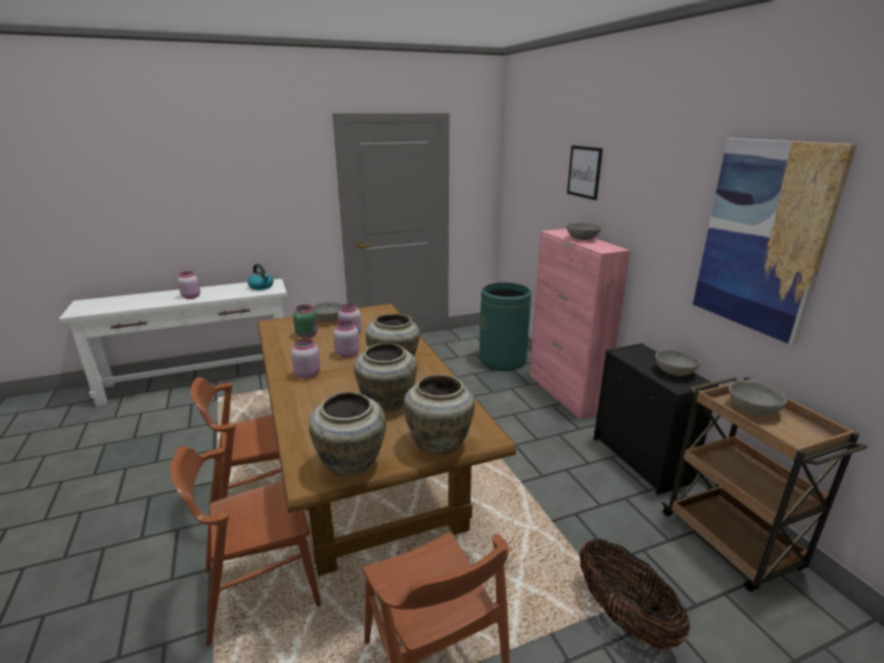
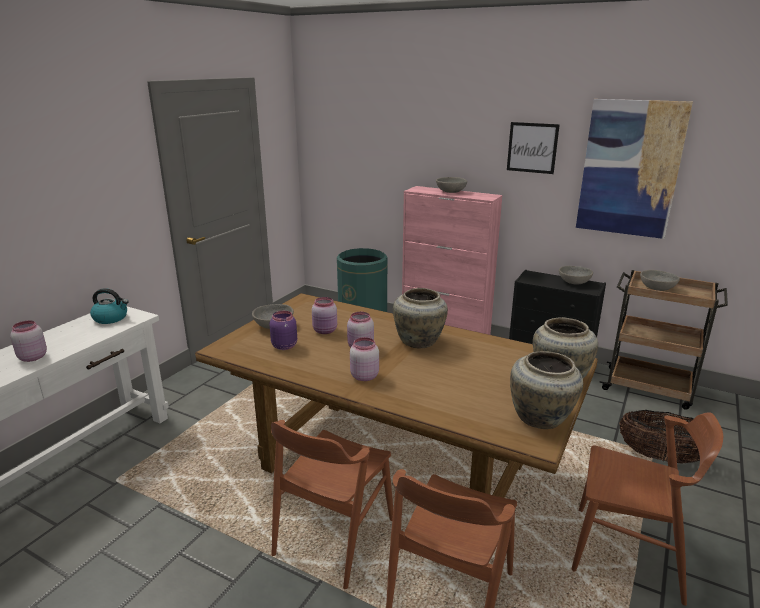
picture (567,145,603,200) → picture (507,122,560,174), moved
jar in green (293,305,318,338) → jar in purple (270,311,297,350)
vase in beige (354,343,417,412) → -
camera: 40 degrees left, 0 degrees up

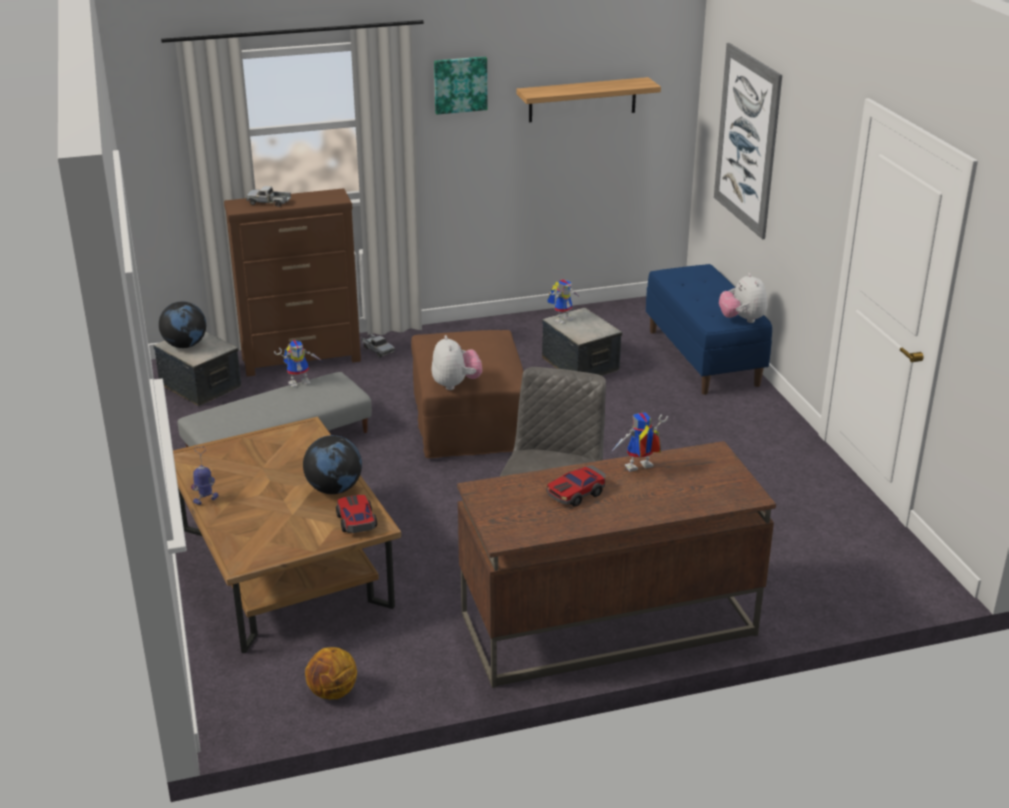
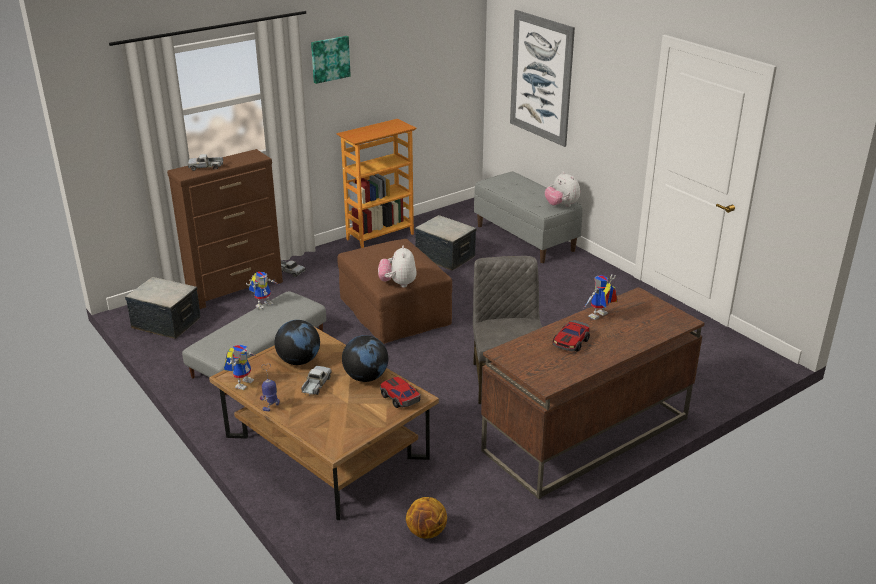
shelf (516,77,661,122) → -
bench in blue (646,264,772,395) → bench in grey (474,171,583,263)
toy robot (548,279,579,325) → toy robot (224,344,256,390), moved
globe (159,301,206,348) → globe (274,320,320,365), moved
plush toy (432,335,482,390) → plush toy (378,246,417,287), 150 degrees counterclockwise
- → bookcase (336,119,416,248)
- → toy truck (301,366,332,396)
camera: 20 degrees left, 0 degrees up

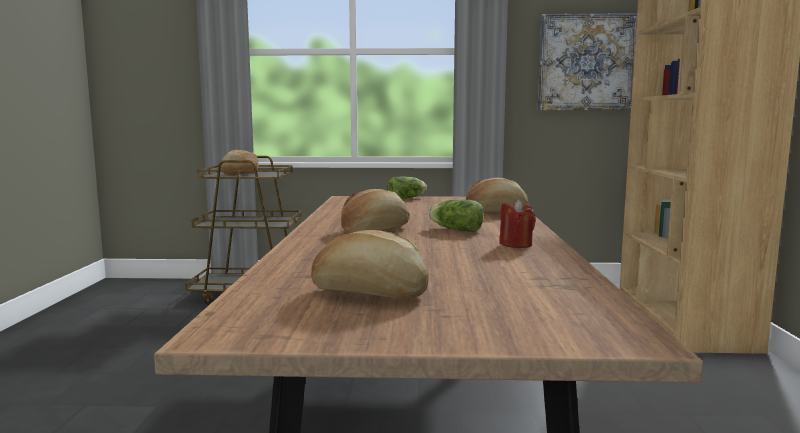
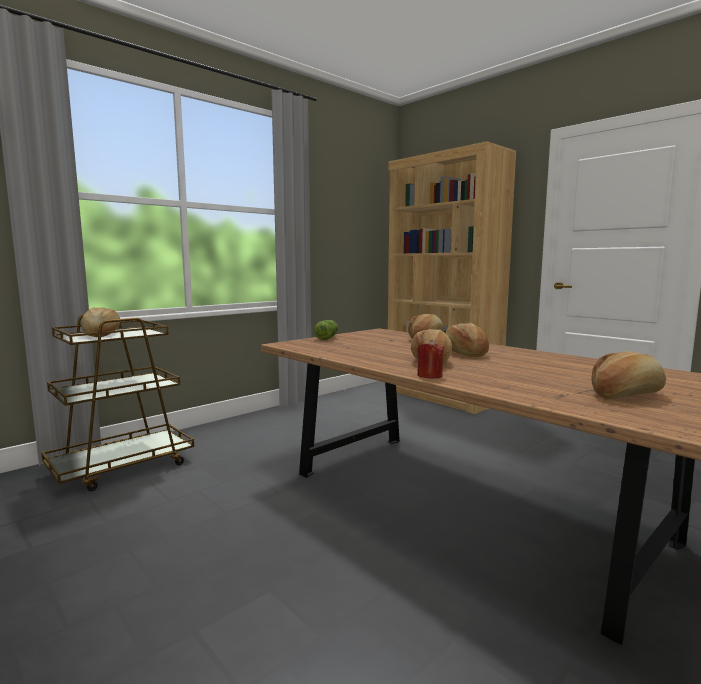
picture (538,13,637,110) → -
candle in red (499,199,536,248) → candle in red (417,339,444,379), moved
lettuce (429,200,484,232) → bread (446,323,489,357)
camera: 45 degrees left, 0 degrees up

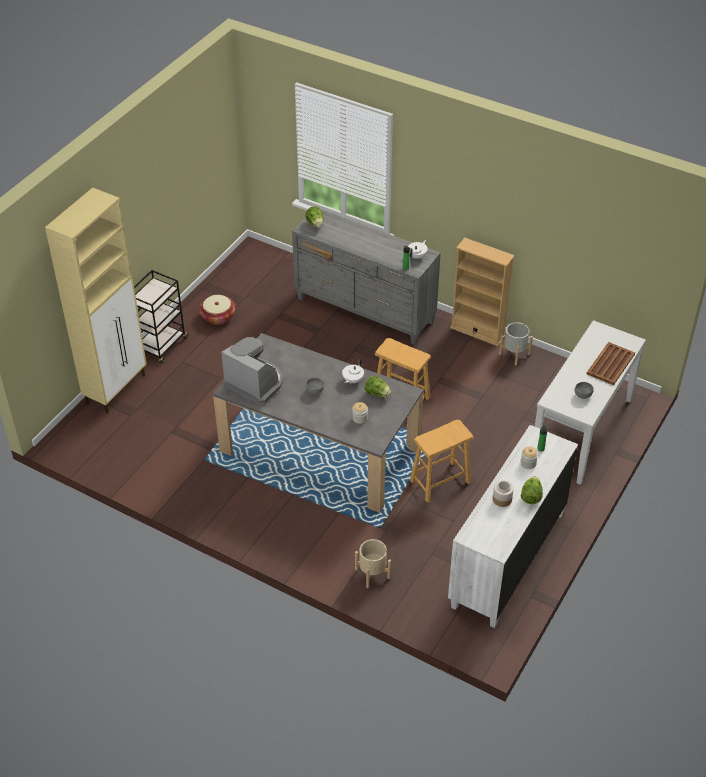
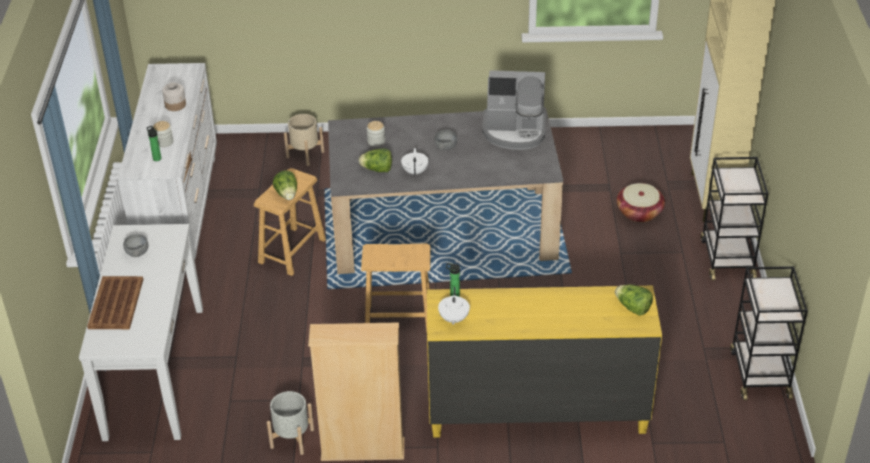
dresser in grey (292,209,440,345) → dresser in yellow (427,286,662,437)
basket (199,295,235,325) → basket (617,183,665,222), moved
lettuce (521,476,543,504) → lettuce (273,171,297,200), moved
- → cart in black (730,266,808,400)
camera: 150 degrees right, 5 degrees down

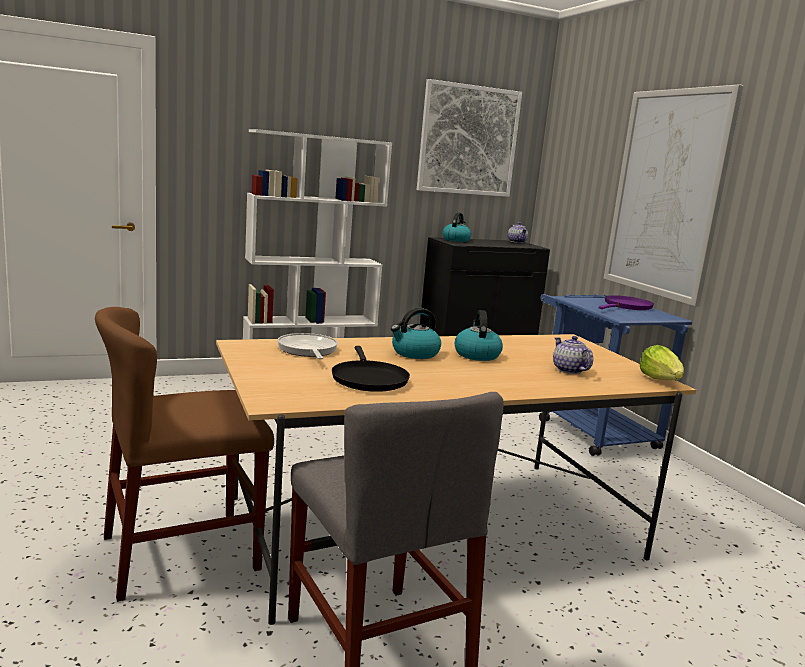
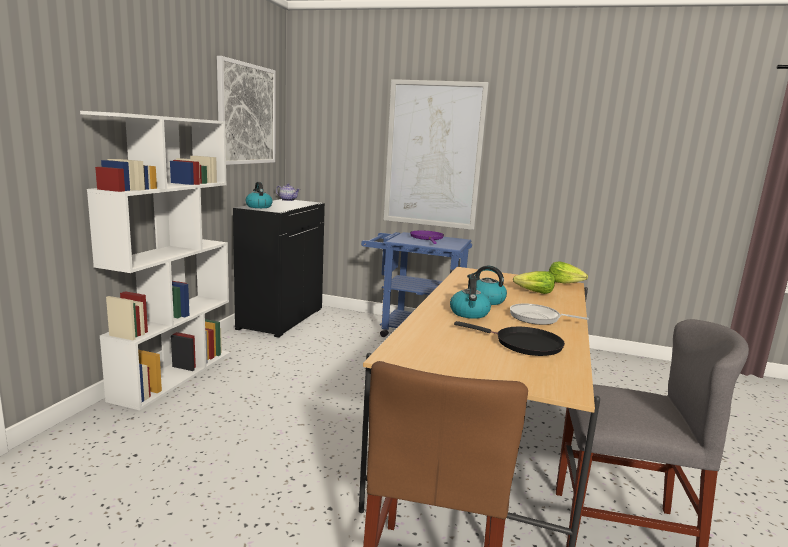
frying pan (277,333,338,359) → frying pan (510,303,589,325), moved
teapot (553,336,593,374) → lettuce (513,271,555,294)
camera: 50 degrees left, 0 degrees up

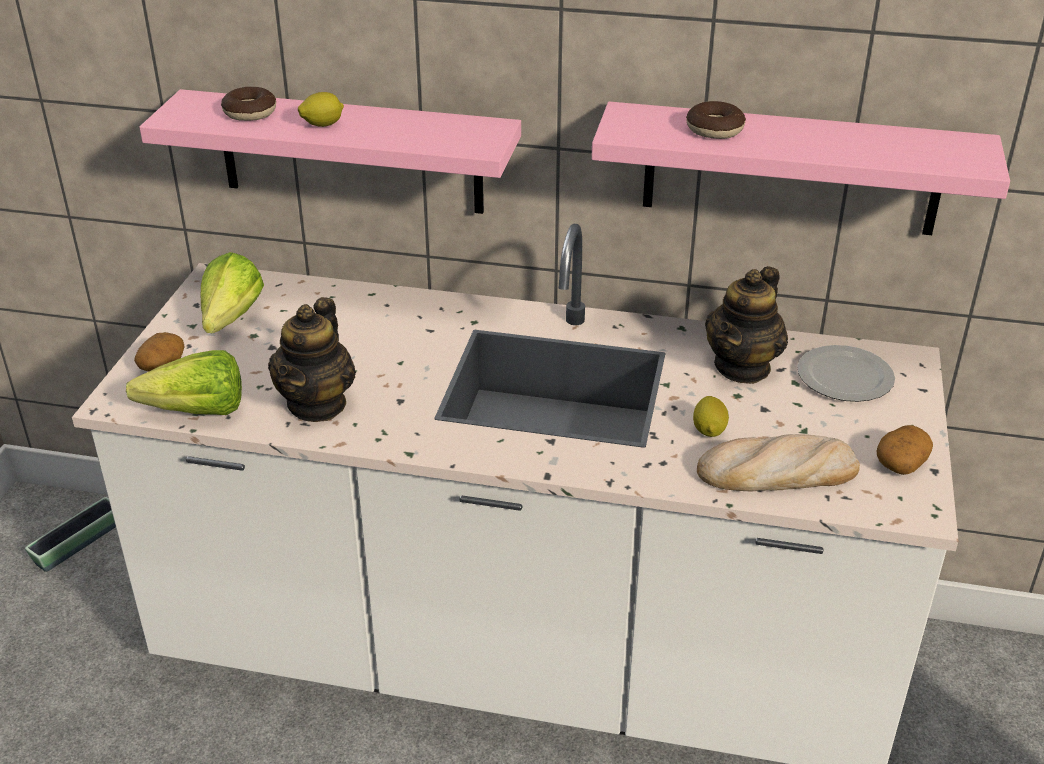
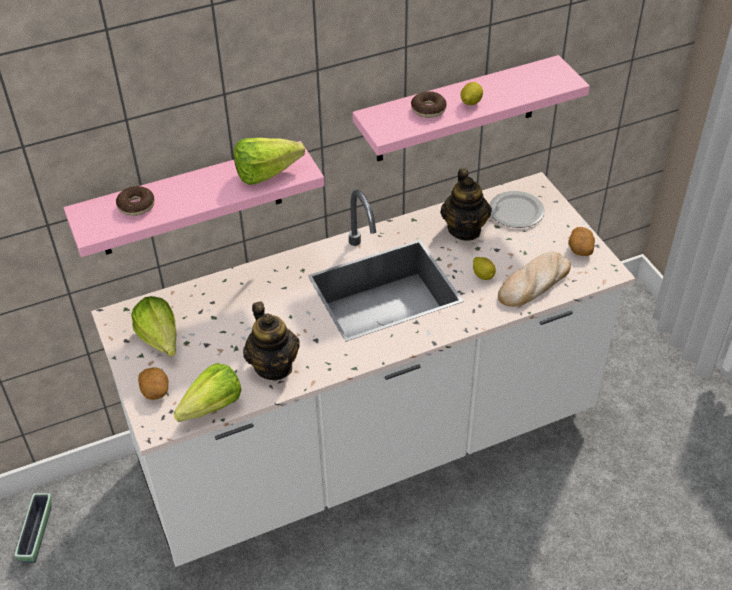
lemon (298,92,344,127) → lemon (461,82,483,105), moved
- → lettuce (234,138,305,185)
camera: 35 degrees left, 10 degrees up

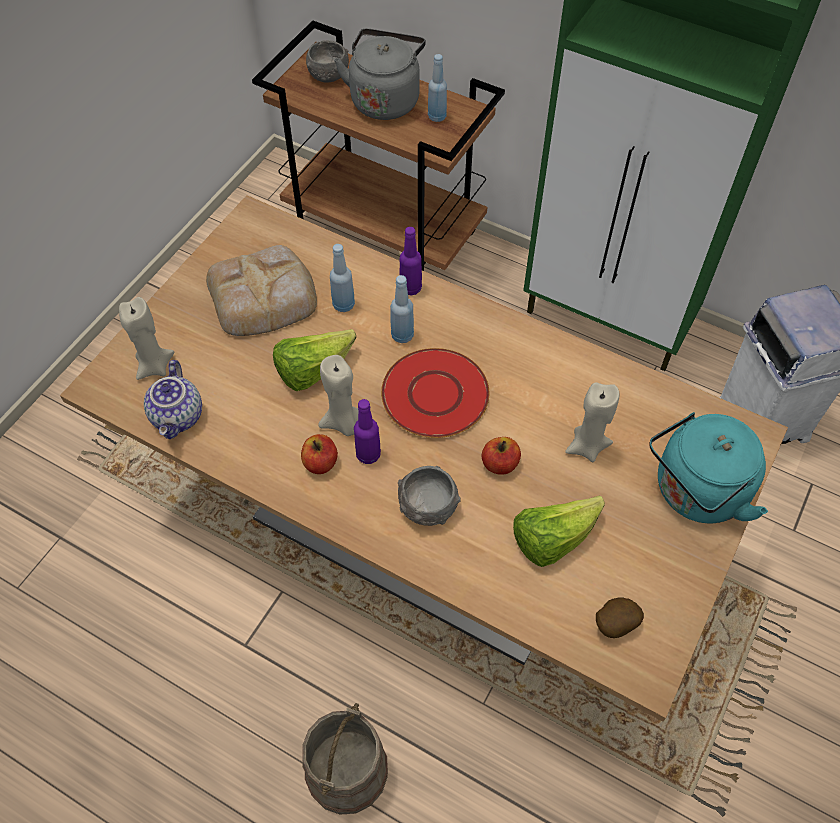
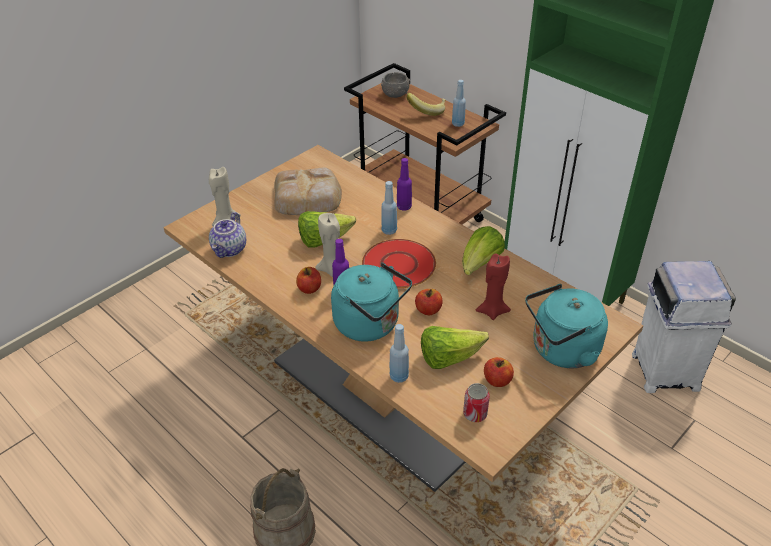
kettle in grey (334,29,426,120) → banana (407,93,446,116)
bottle in blue (330,244,355,312) → bottle in blue (390,324,409,383), moved
candle in beige (565,382,620,462) → candle in red (475,253,511,320)
bowl in grey (398,466,461,526) → kettle in turquoise (331,263,412,342)
potato (596,597,644,638) → can (463,383,490,422)
- → lettuce (462,226,505,275)
- → apple (484,357,514,387)
camera: 15 degrees right, 15 degrees down

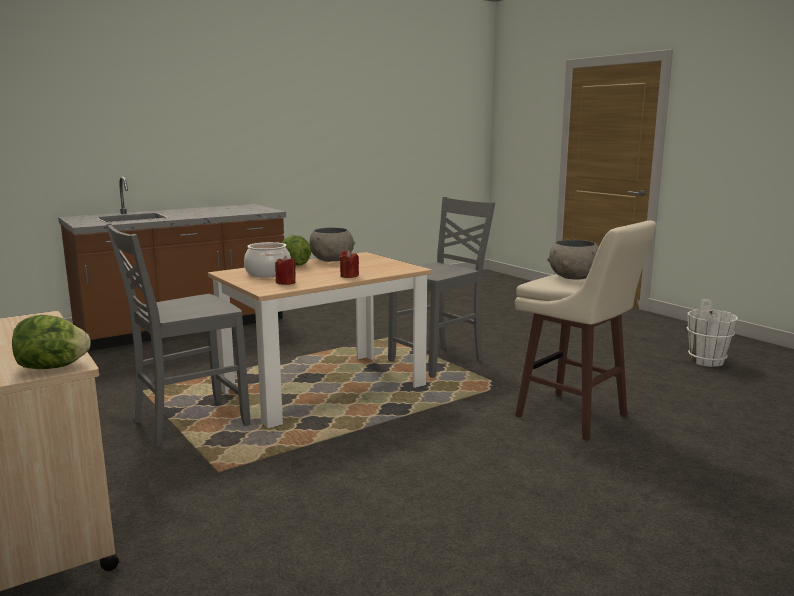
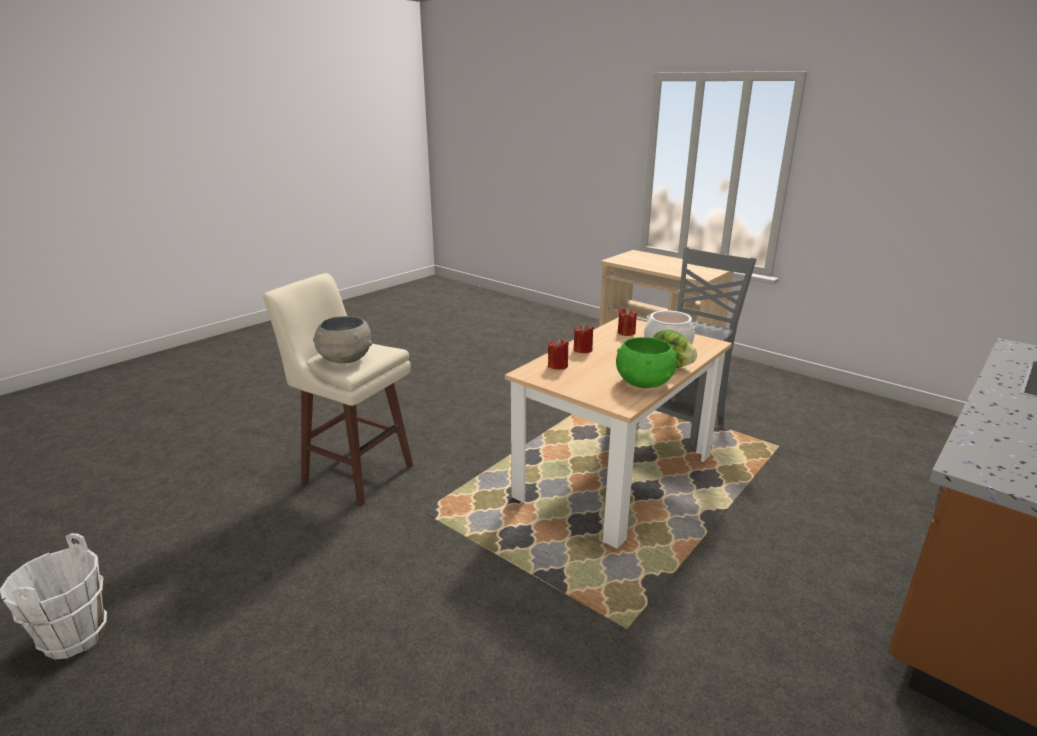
chair in grey (388,197,495,378) → -
bowl in grey (309,228,355,262) → bowl in green (616,337,677,388)
lettuce (12,315,91,369) → -
- → candle in red (548,338,569,370)
camera: 165 degrees right, 10 degrees up

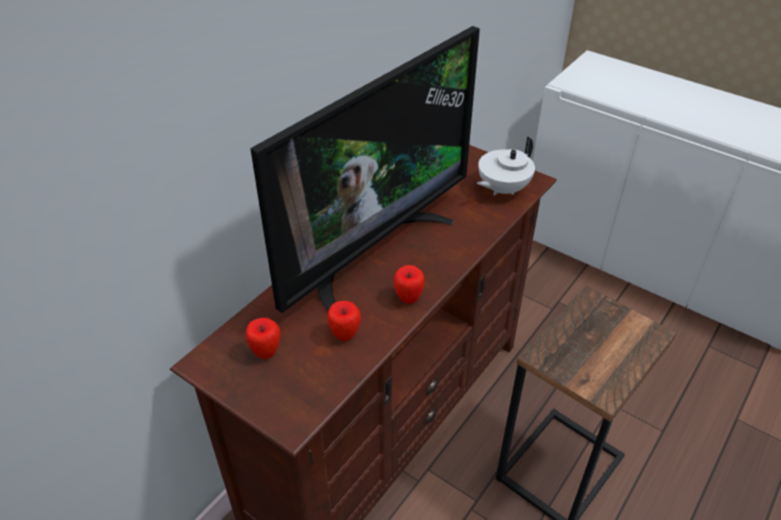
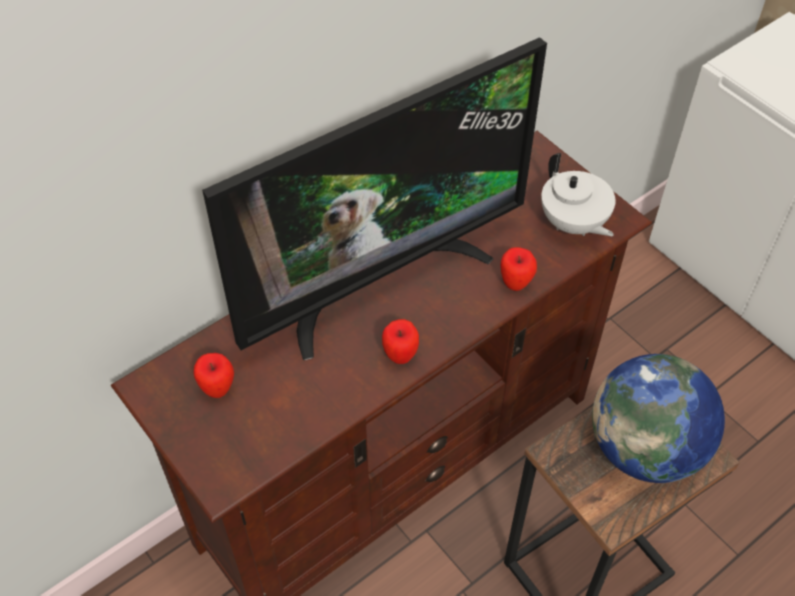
teapot in white (477,137,535,196) → teapot in white (541,153,616,236), 90 degrees counterclockwise
apple (327,301,361,341) → apple (501,247,537,291), moved
- → globe (592,354,725,483)
camera: 15 degrees right, 10 degrees up

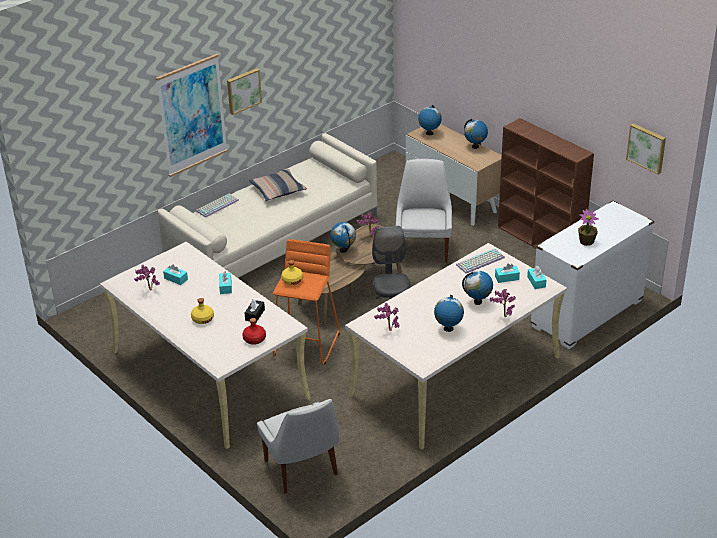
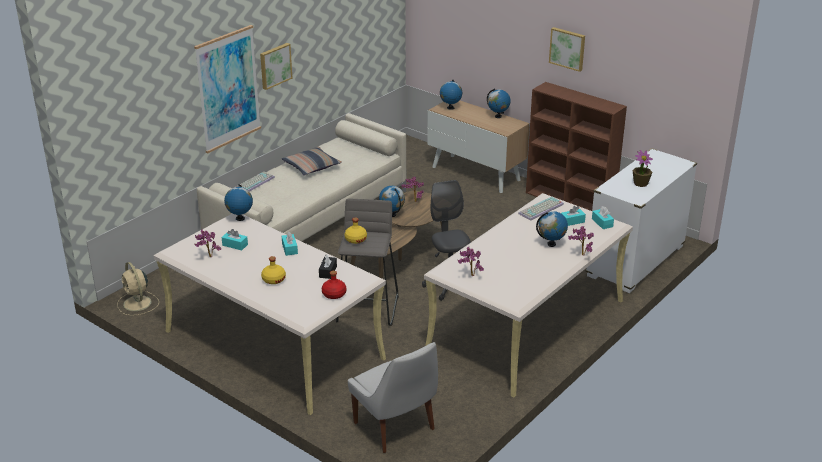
picture (626,123,666,175) → picture (549,27,585,72), moved
chair in white (396,159,452,263) → -
stool in orange (273,239,340,364) → stool in grey (336,199,399,326)
globe (434,295,464,332) → globe (224,184,253,221), moved
- → fan in beige (117,262,159,316)
camera: 10 degrees left, 5 degrees down

